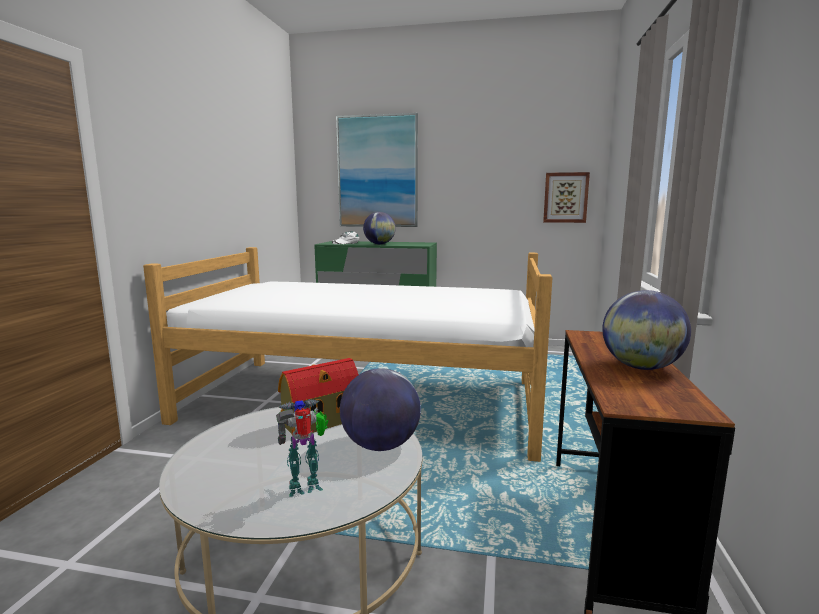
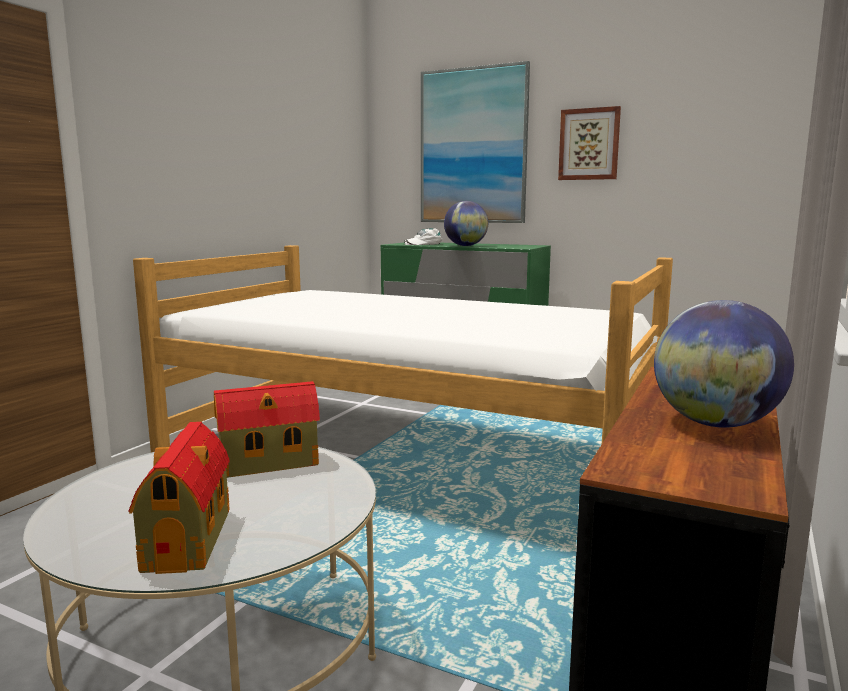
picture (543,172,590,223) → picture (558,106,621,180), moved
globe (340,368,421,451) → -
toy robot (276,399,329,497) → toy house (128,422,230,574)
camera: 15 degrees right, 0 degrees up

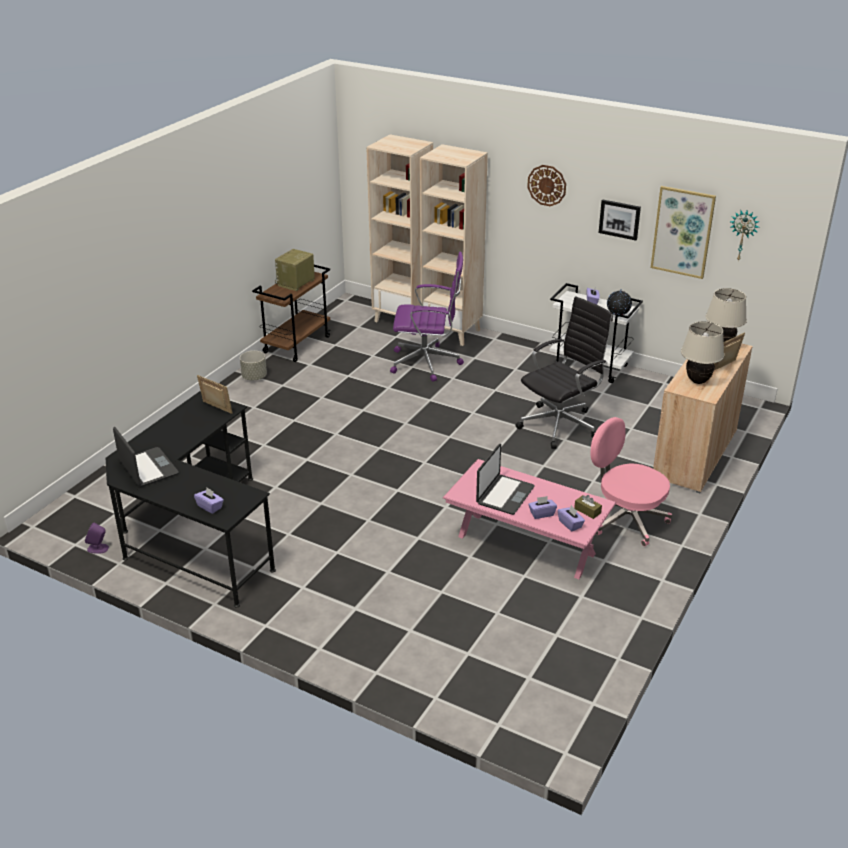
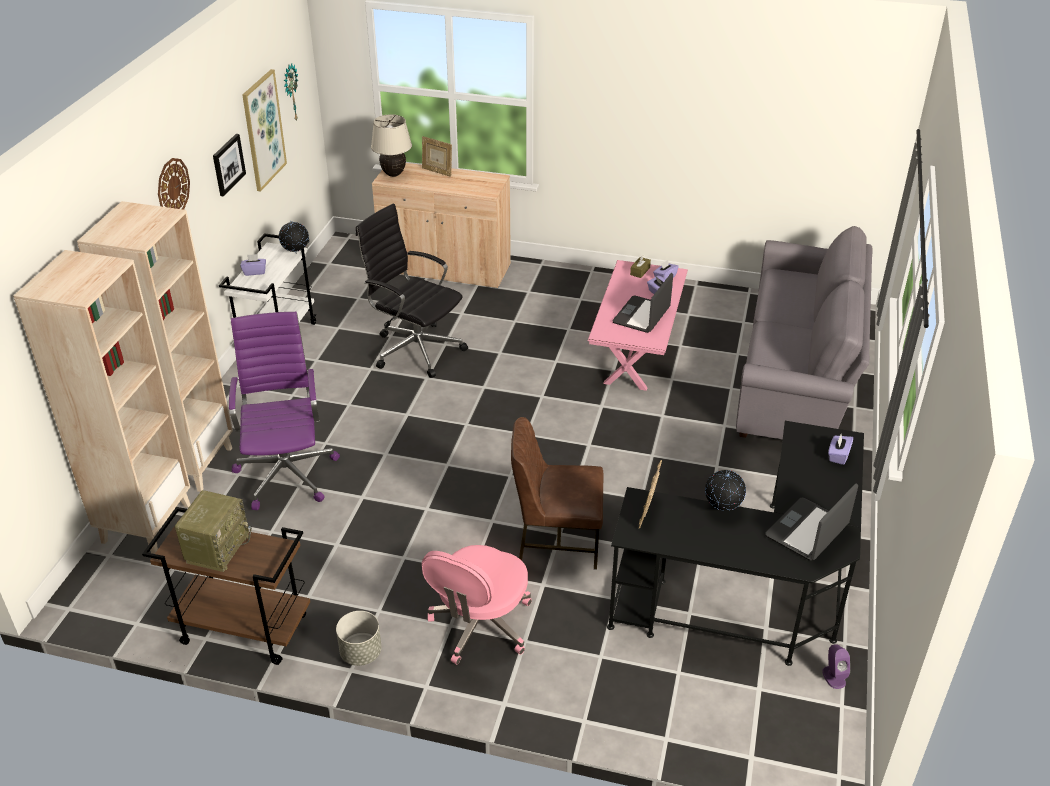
radio (275,249,315,291) → radio (175,490,252,572), 90 degrees counterclockwise
table lamp in beige (681,321,724,384) → -
office chair in pink (591,417,672,546) → office chair in pink (422,545,532,665), moved
laptop (476,444,535,515) → laptop (613,273,673,333), 75 degrees counterclockwise
- → sofa in grey (736,226,872,439)
- → chair in brown (511,417,604,570)
- → globe (705,470,746,511)
camera: 105 degrees left, 5 degrees up

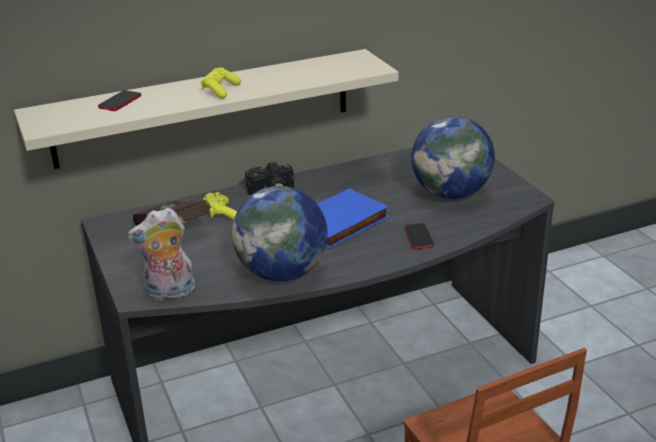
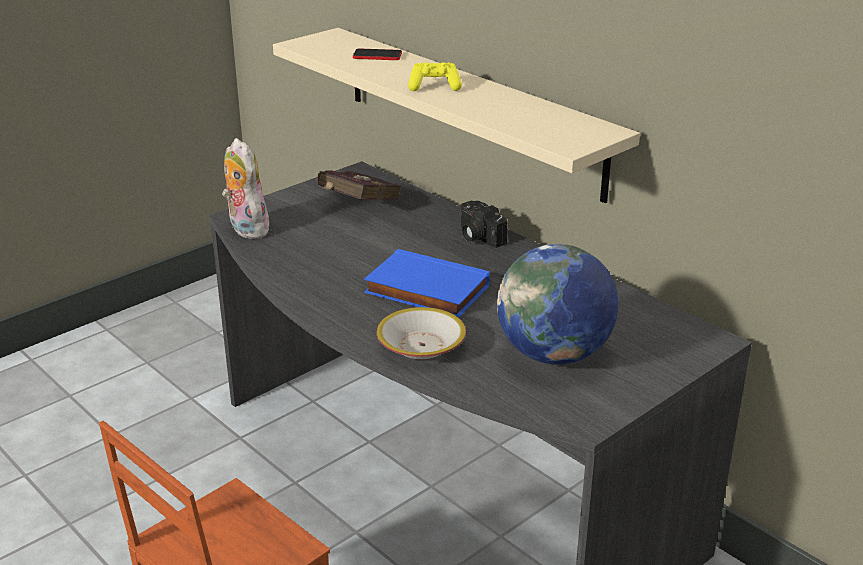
globe (232,186,327,281) → -
game controller in yellow (203,192,237,220) → -
phone (404,223,434,249) → bowl (377,307,466,360)
camera: 70 degrees right, 0 degrees up

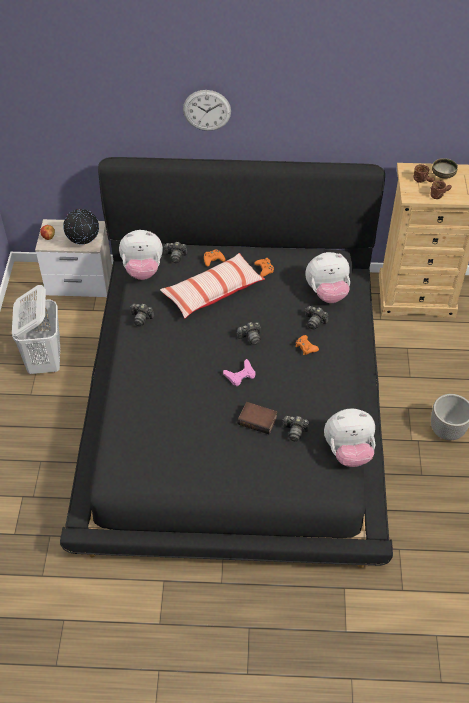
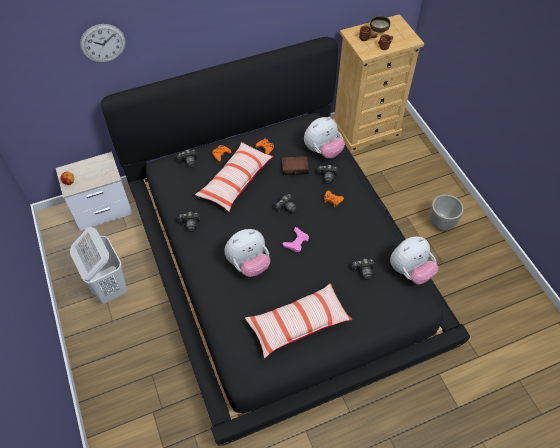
wall clock (183,90,231,131) → wall clock (80,24,126,63), moved
globe (63,209,99,245) → -
plush toy (119,230,163,280) → plush toy (224,229,270,277), moved
book (237,402,277,434) → book (282,156,309,175), moved
- → pillow (245,283,352,358)
camera: 25 degrees left, 5 degrees up

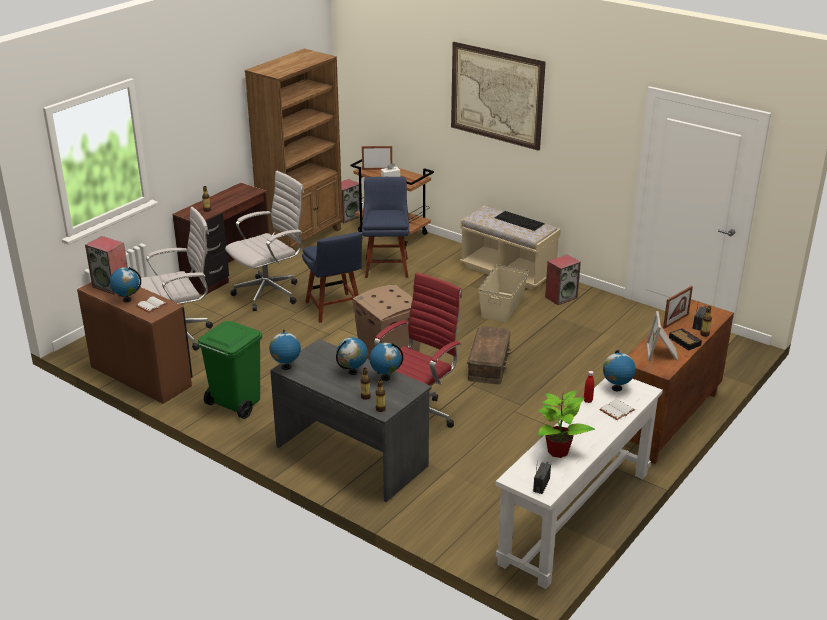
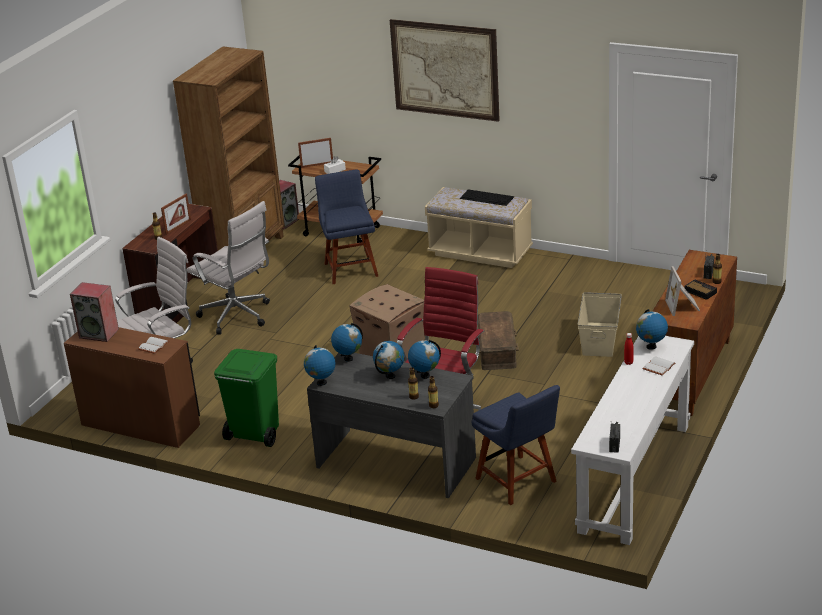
office chair in white (225,171,304,311) → office chair in white (187,201,270,335), 90 degrees clockwise
chair in blue (302,232,363,323) → chair in blue (471,385,560,505), moved
speaker (545,254,581,305) → -
storage box in beige (478,264,529,323) → storage box in beige (577,292,622,357), moved
globe (110,267,141,302) → globe (331,323,363,362), moved
picture frame (663,286,693,329) → picture frame (161,194,191,235), moved
potted plant (537,391,595,458) → -
camera: 10 degrees left, 0 degrees up

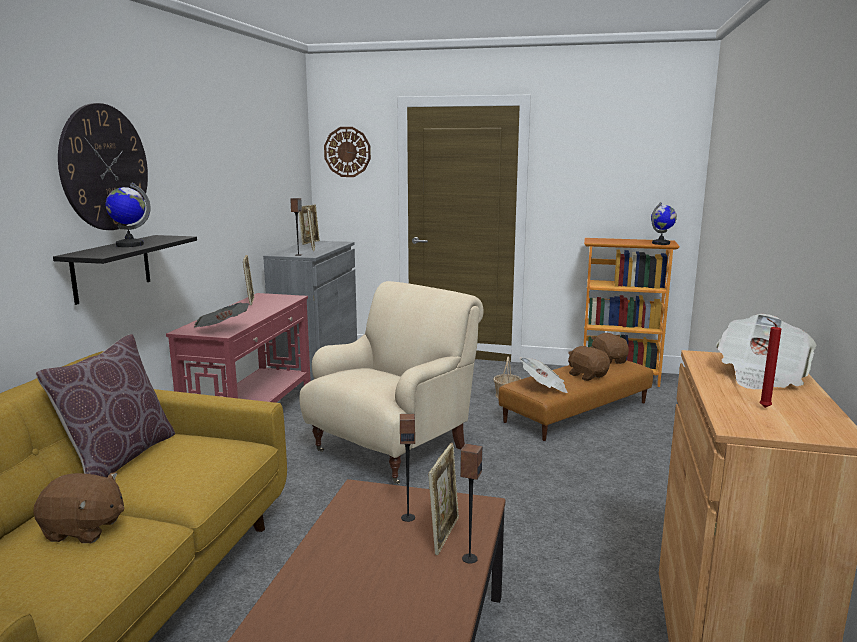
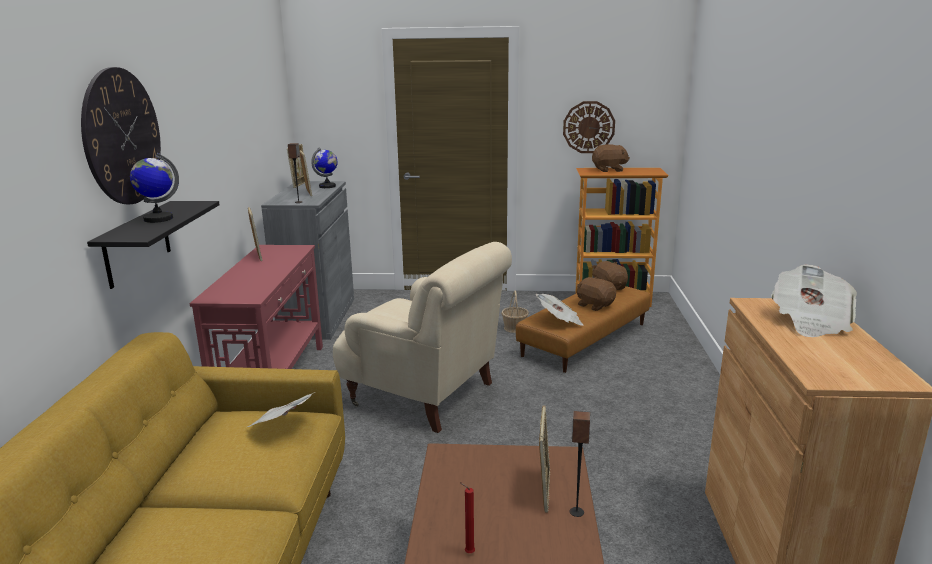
wall clock (324,127,371,177) → wall clock (563,101,615,153), moved
globe (651,202,677,245) → globe (311,147,338,188), moved
armchair in beige (299,281,483,484) → armchair in beige (333,242,512,433), 90 degrees clockwise
newspaper (194,303,249,327) → newspaper (247,392,315,427), moved
candle in red (759,318,781,408) → candle in red (461,483,475,553), moved
pillow in brown (36,334,175,477) → -
speaker (400,414,415,522) → -
plush toy in brown (33,472,124,543) → plush toy in brown (592,144,630,172), moved
camera: 10 degrees left, 5 degrees up

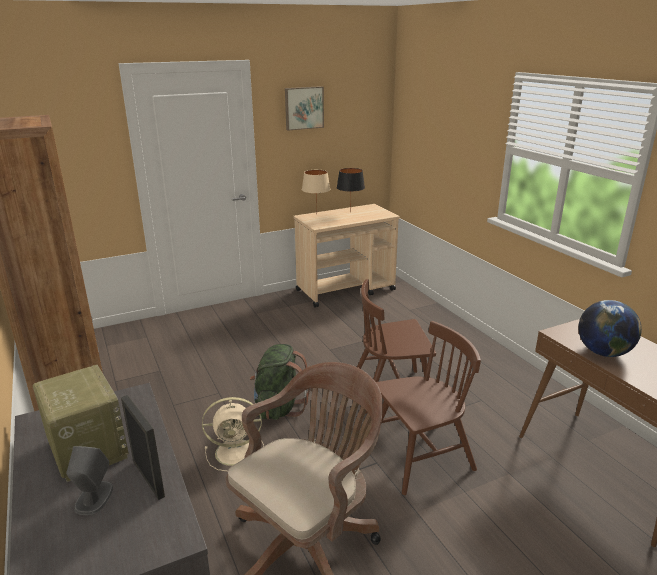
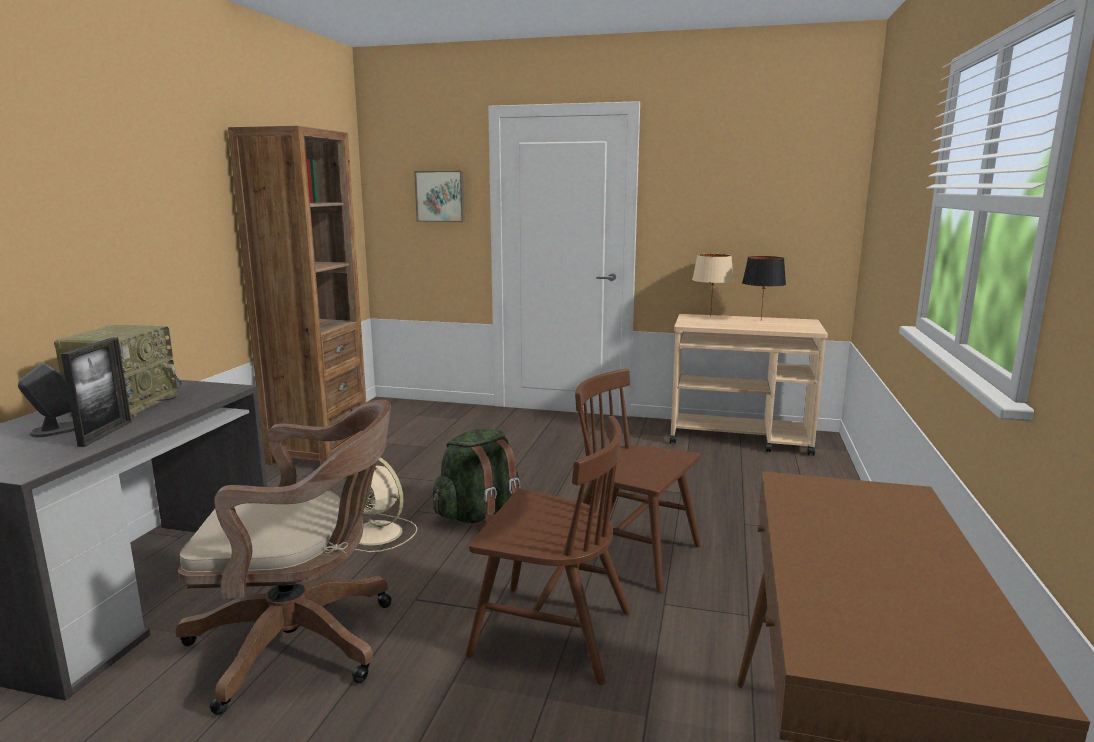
picture (285,86,324,131) → picture (414,171,465,222), moved
globe (578,300,642,357) → -
camera: 40 degrees right, 10 degrees down

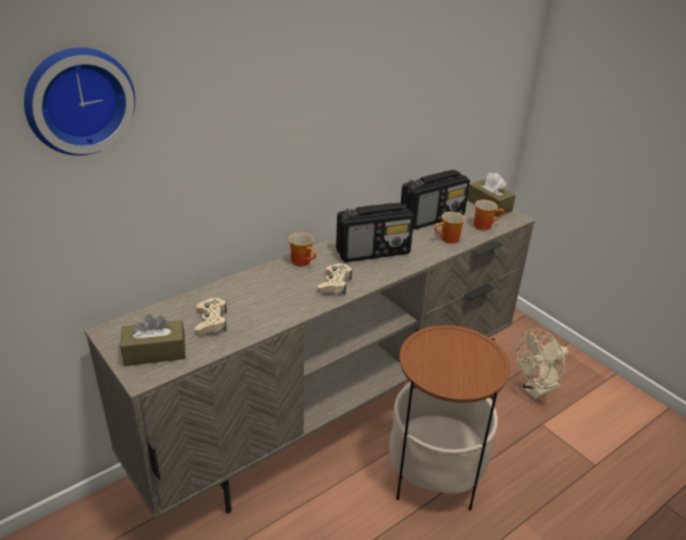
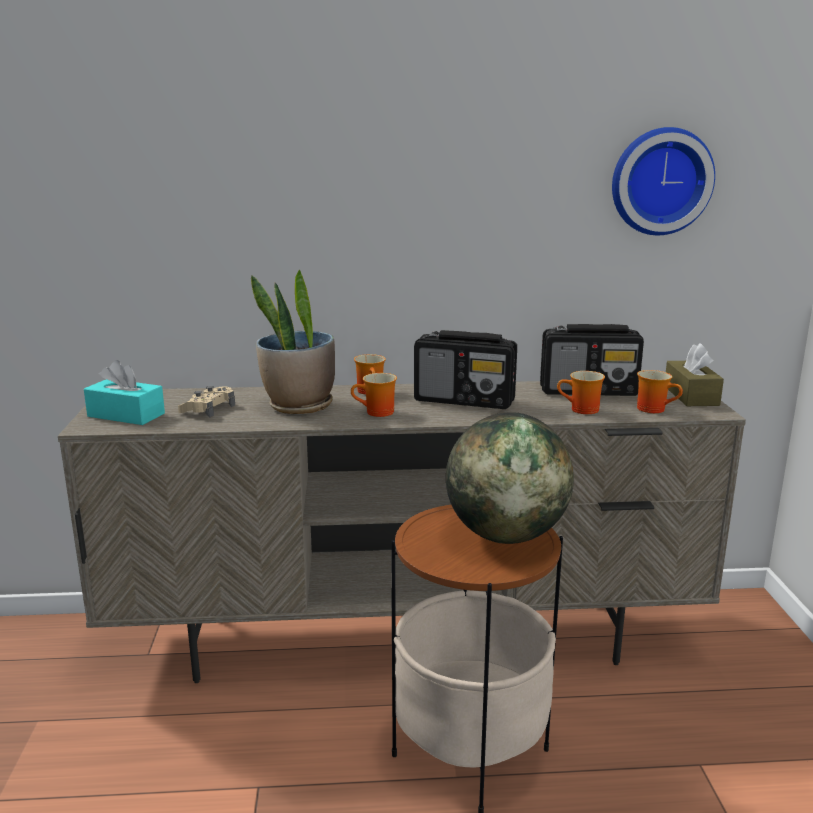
wall clock (24,47,135,156) → wall clock (612,127,715,235), moved
game controller in beige (317,264,352,295) → mug (351,373,397,417)
tissue box in brown (120,314,186,366) → tissue box in turquoise (84,360,165,425)
fan in beige (516,328,568,400) → -
- → potted plant (251,269,335,414)
- → globe (446,412,574,544)
camera: 35 degrees right, 15 degrees down

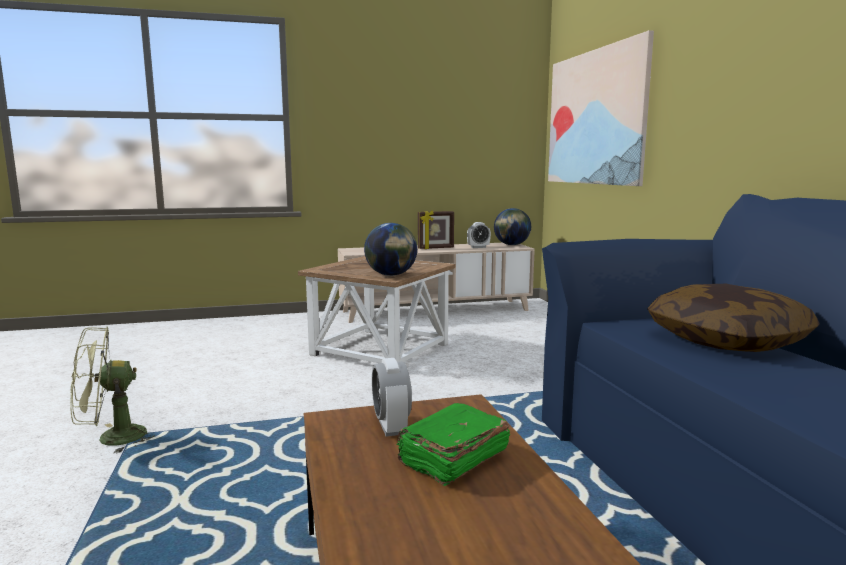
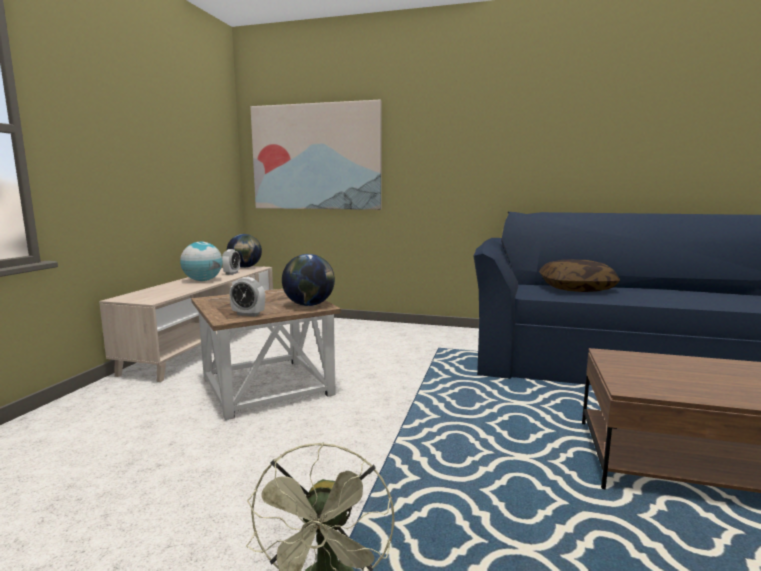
picture frame (418,211,454,249) → globe (180,242,222,281)
alarm clock (372,358,412,437) → alarm clock (229,277,265,316), moved
book in green (396,403,510,486) → -
camera: 60 degrees left, 0 degrees up

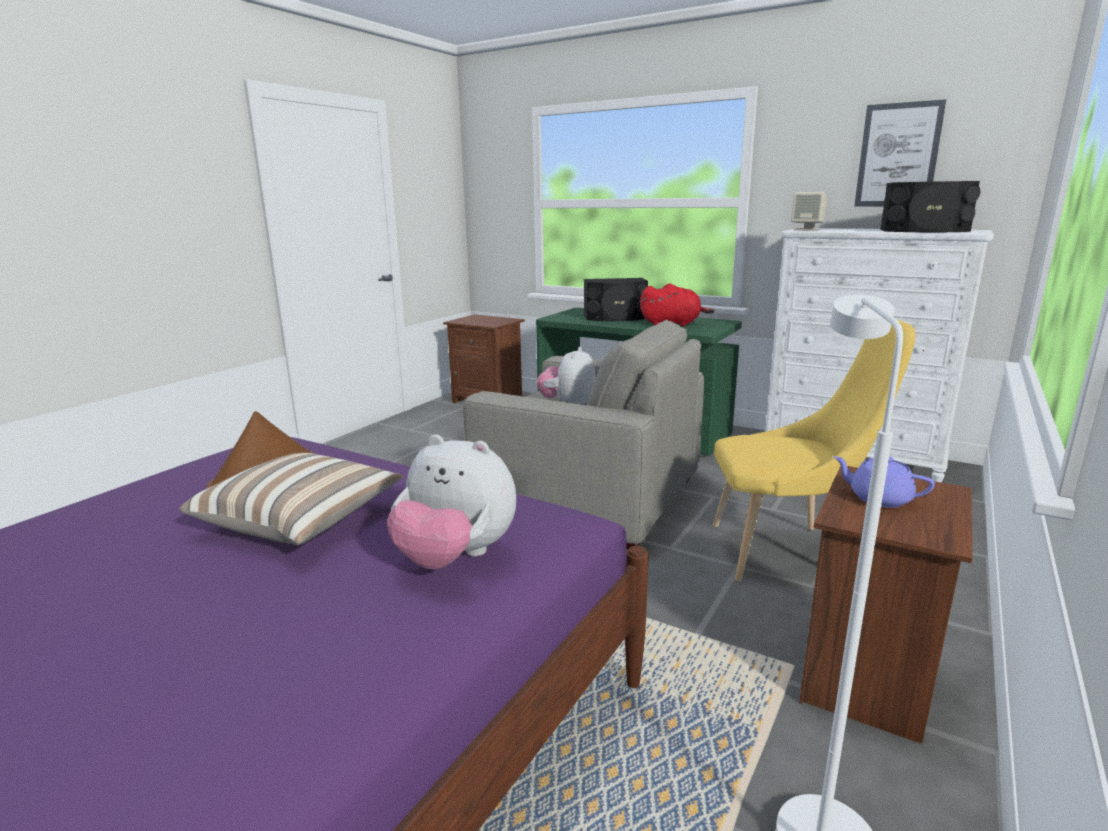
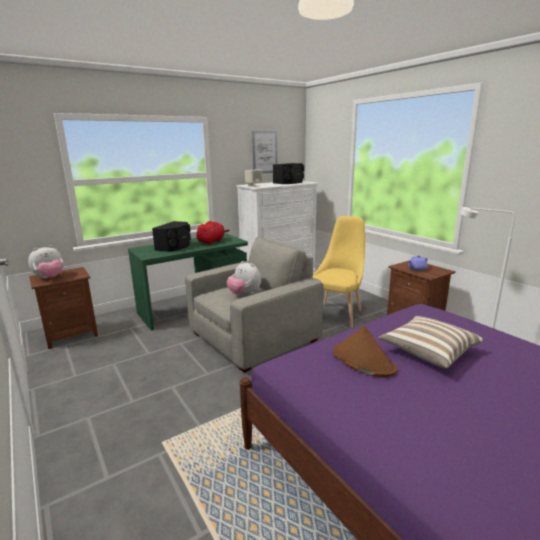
plush toy (387,435,516,569) → plush toy (28,245,63,279), moved
camera: 65 degrees left, 0 degrees up

